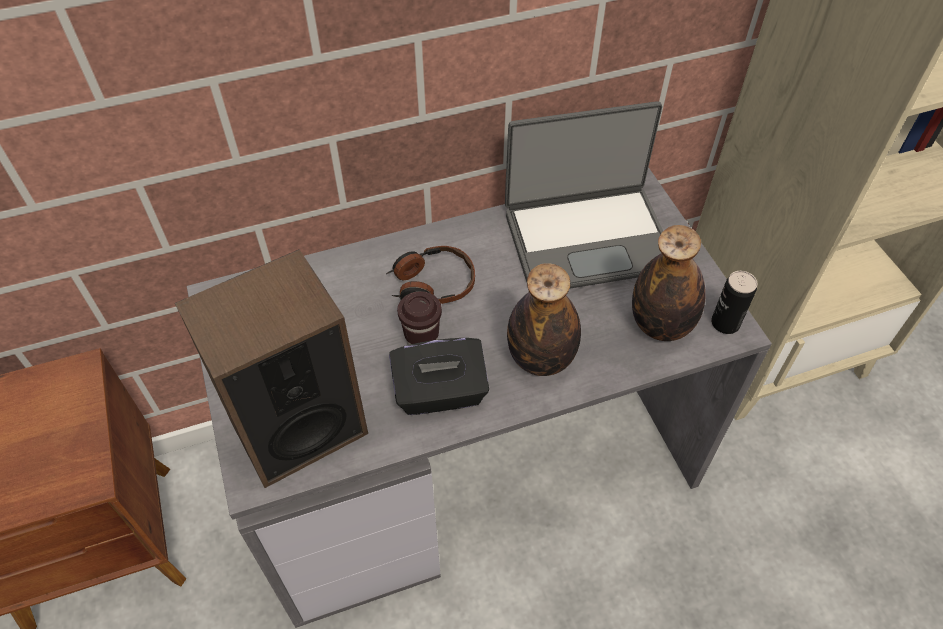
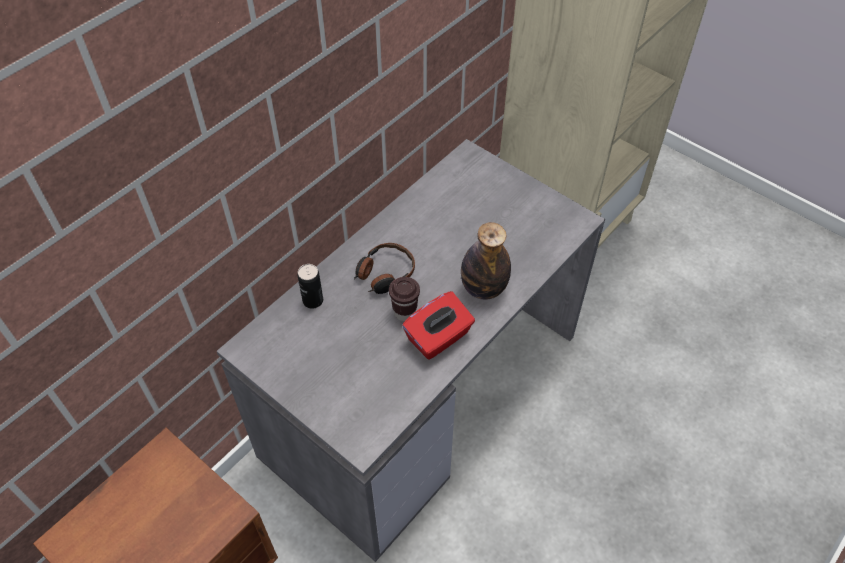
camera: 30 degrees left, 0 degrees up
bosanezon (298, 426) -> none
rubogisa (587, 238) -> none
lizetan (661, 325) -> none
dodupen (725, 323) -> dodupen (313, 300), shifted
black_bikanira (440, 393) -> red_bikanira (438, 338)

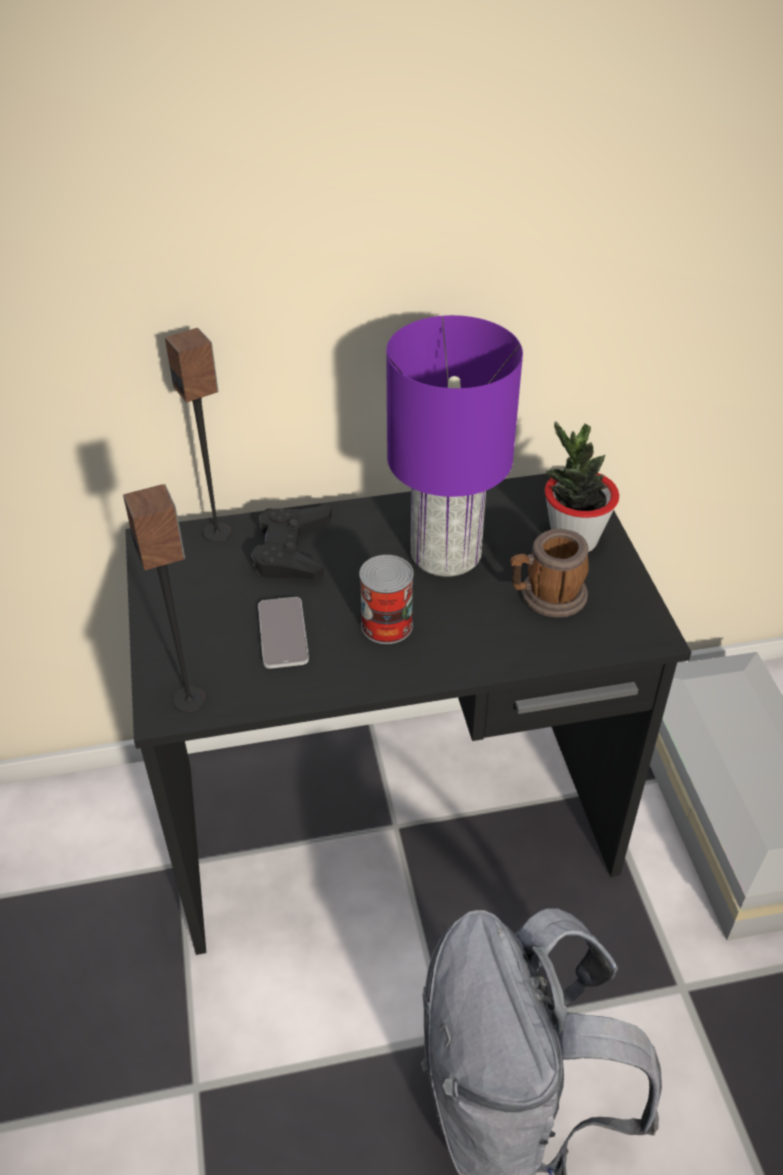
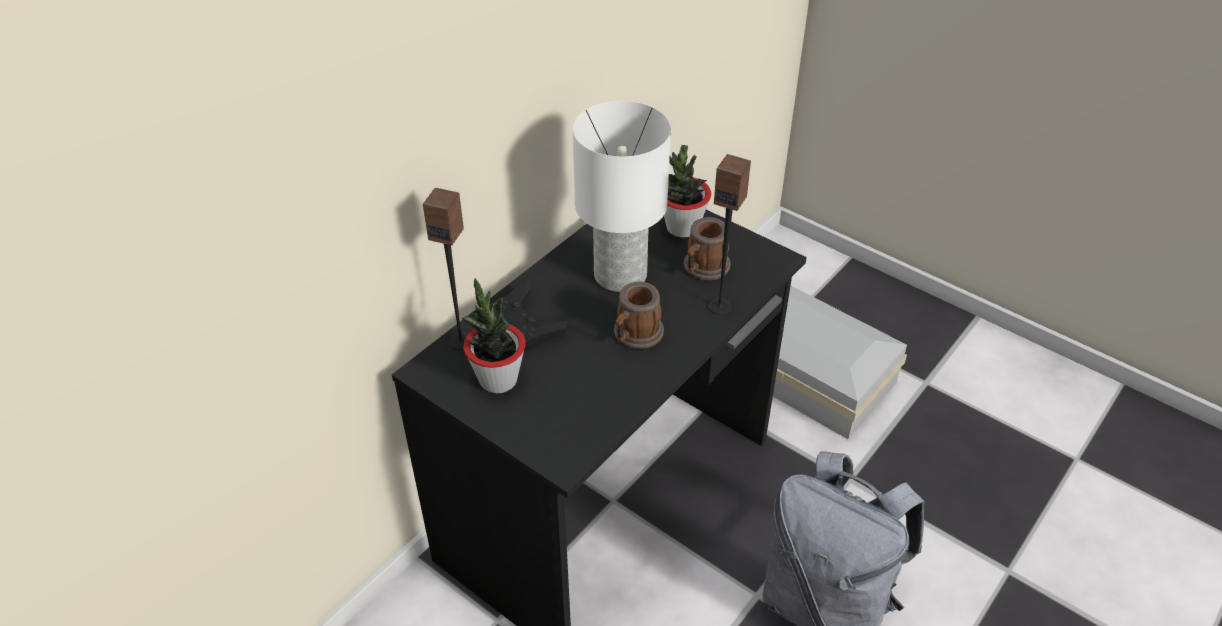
camera: 40 degrees left, 0 degrees up
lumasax (283, 633) -> none
none -> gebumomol (498, 379)
bosanezon (190, 699) -> bosanezon (719, 306), shifted
dodupen (386, 625) -> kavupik (635, 335)
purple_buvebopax (447, 552) -> white_buvebopax (620, 274)

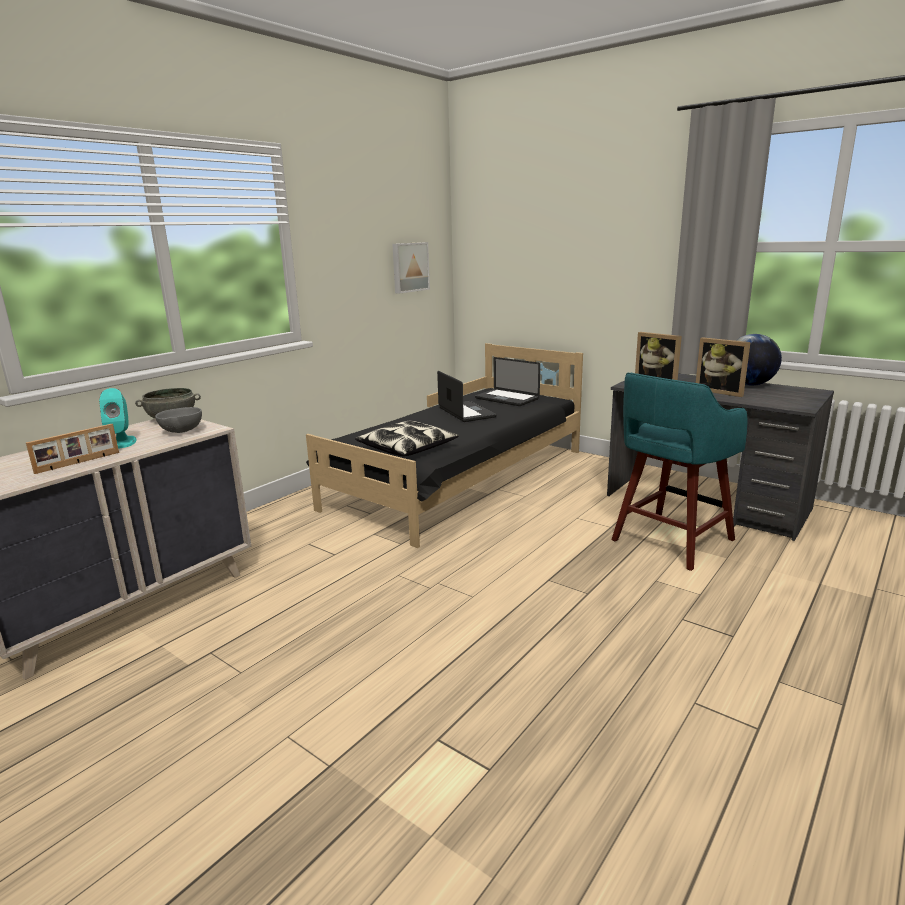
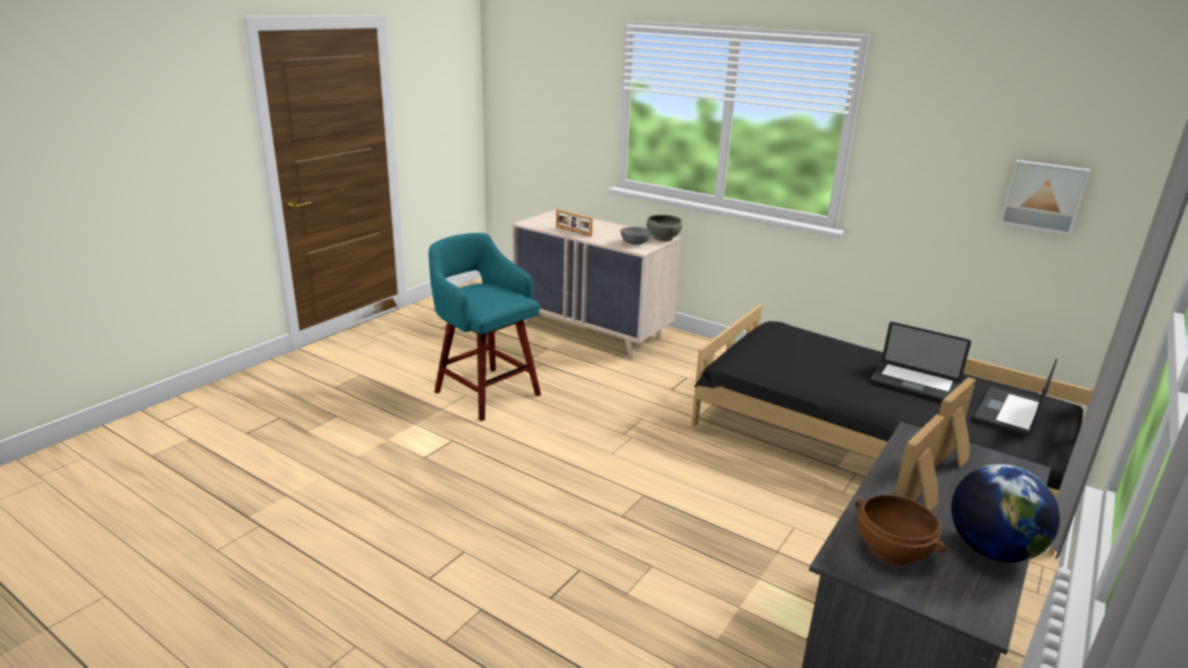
camera: 85 degrees right, 5 degrees up
turquoise_bosanezon (122, 442) -> none
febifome (407, 448) -> none
none -> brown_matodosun (891, 551)
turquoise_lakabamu (670, 541) -> turquoise_lakabamu (485, 392), shifted
rubogisa (466, 412) -> rubogisa (914, 384), 60 degrees clockwise

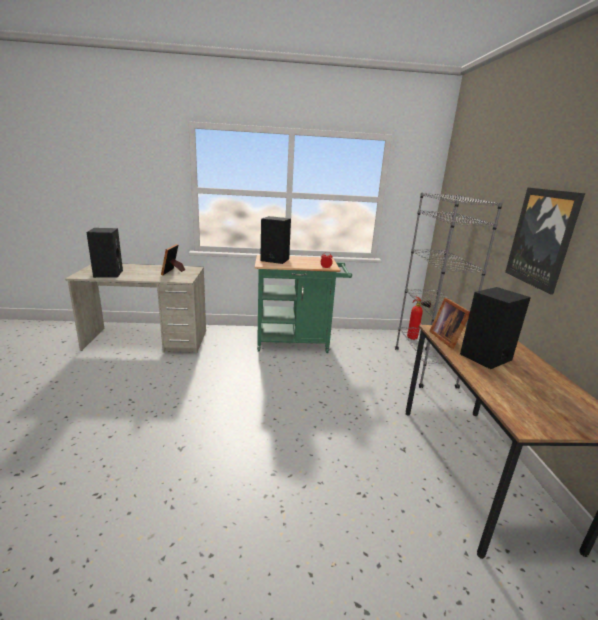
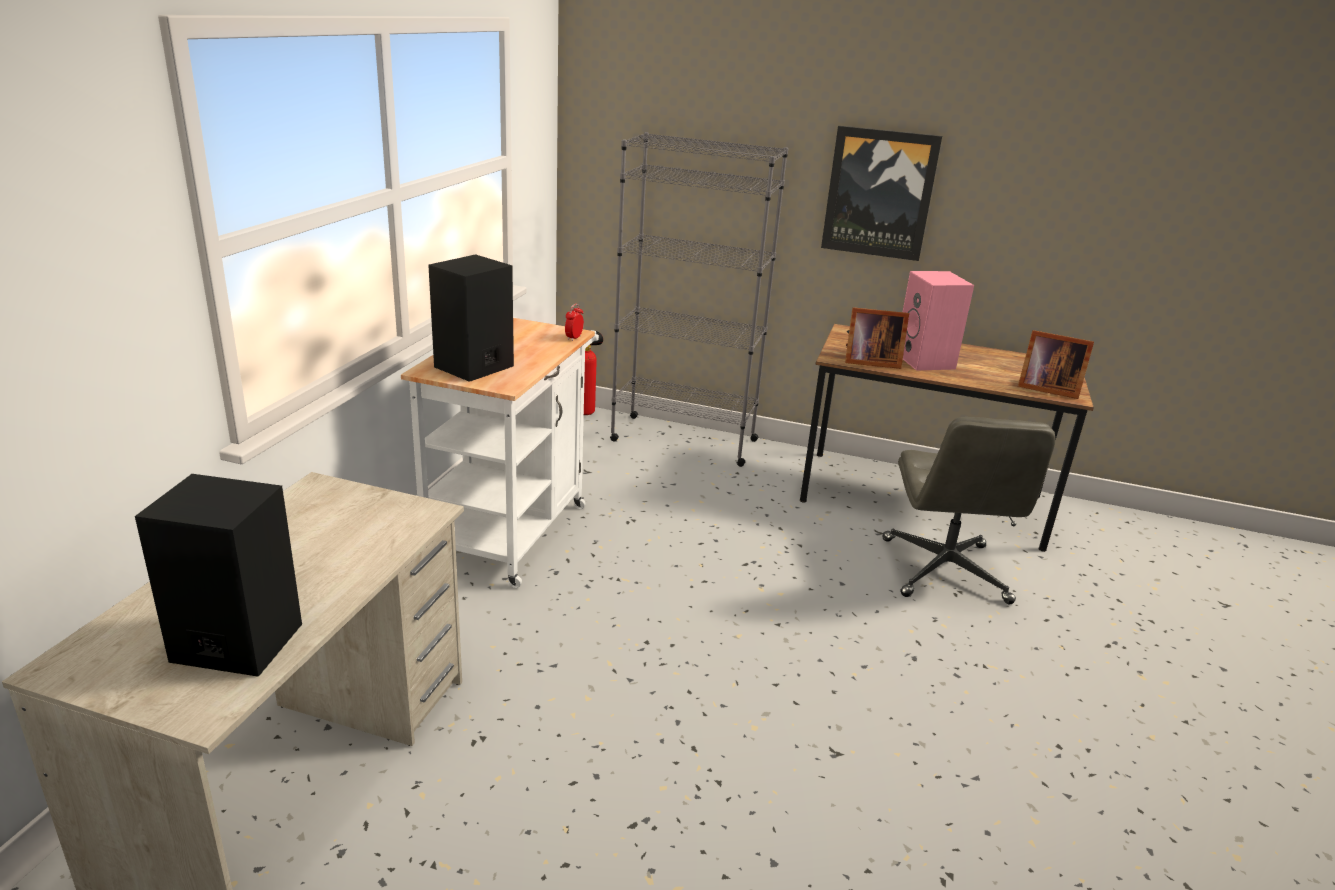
camera: 70 degrees left, 5 degrees up
none -> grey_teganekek (945, 571)
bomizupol (173, 272) -> bomizupol (1045, 388), shifted
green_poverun (297, 342) -> white_poverun (513, 528)
black_bosanezon (486, 358) -> pink_bosanezon (926, 361)

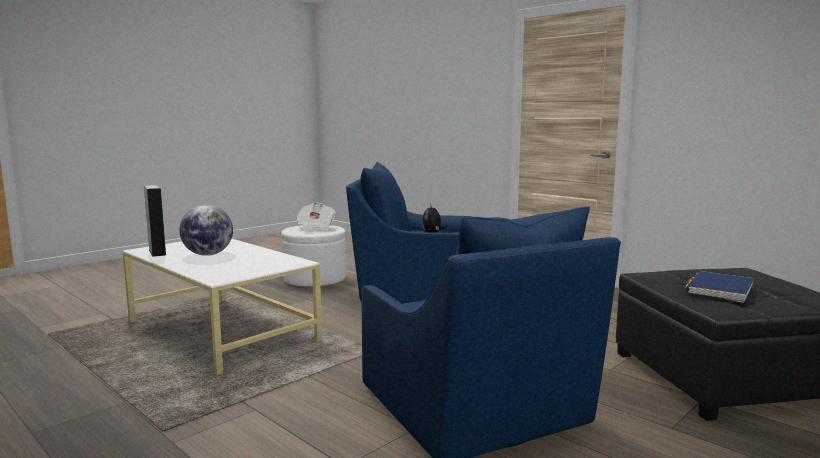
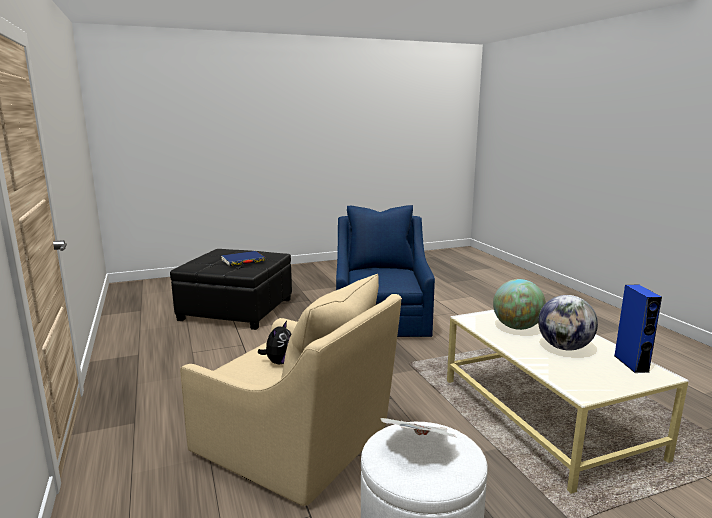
camera: 155 degrees left, 5 degrees up
none -> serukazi (517, 327)
grey_bosanezon (157, 252) -> blue_bosanezon (631, 363)
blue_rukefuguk (414, 291) -> beige_rukefuguk (297, 445)

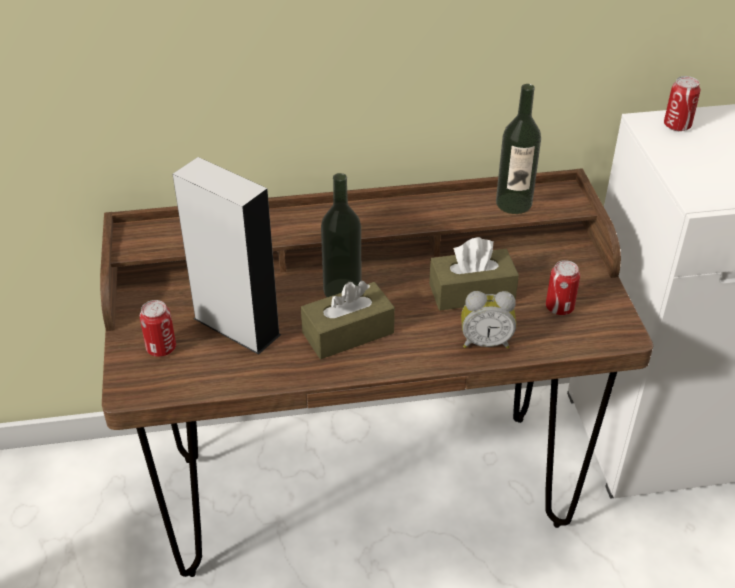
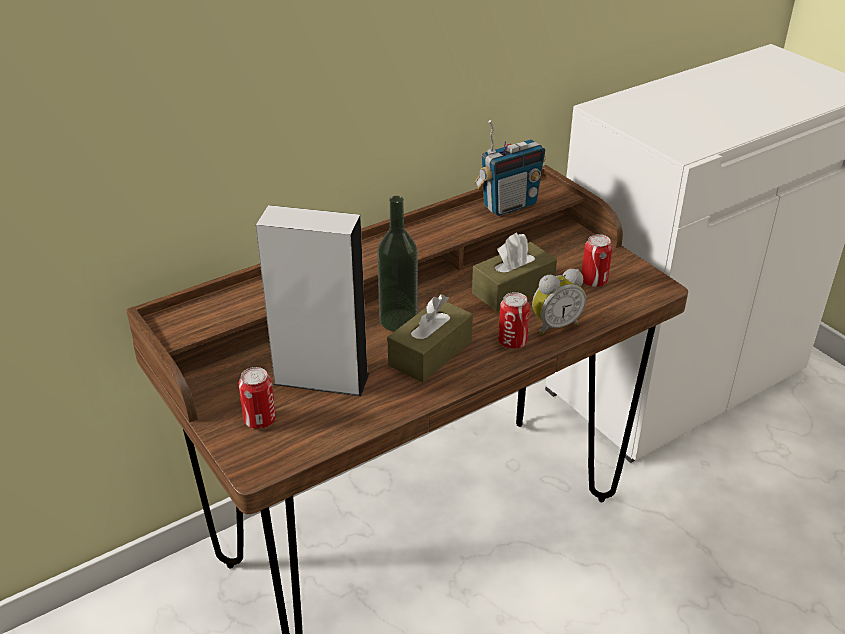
camera: 25 degrees left, 5 degrees down
dodupen (677, 125) -> dodupen (512, 342), shifted
lizetan (513, 203) -> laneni (509, 205)

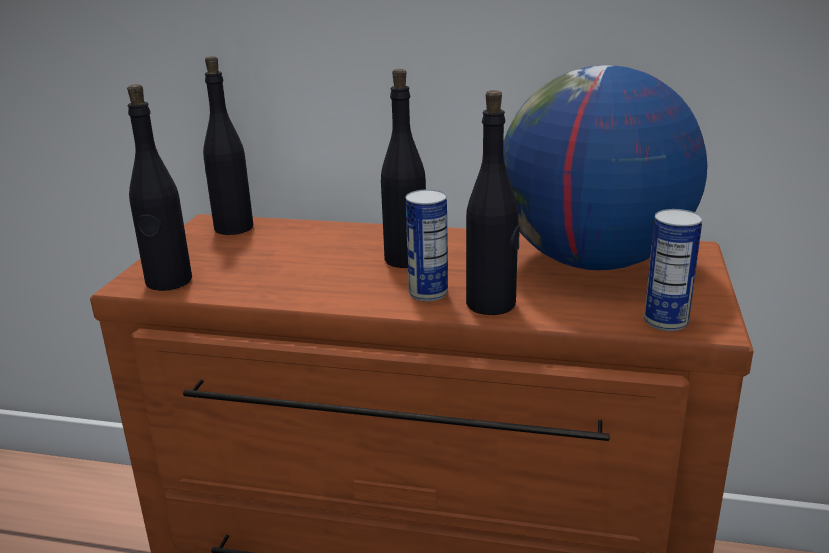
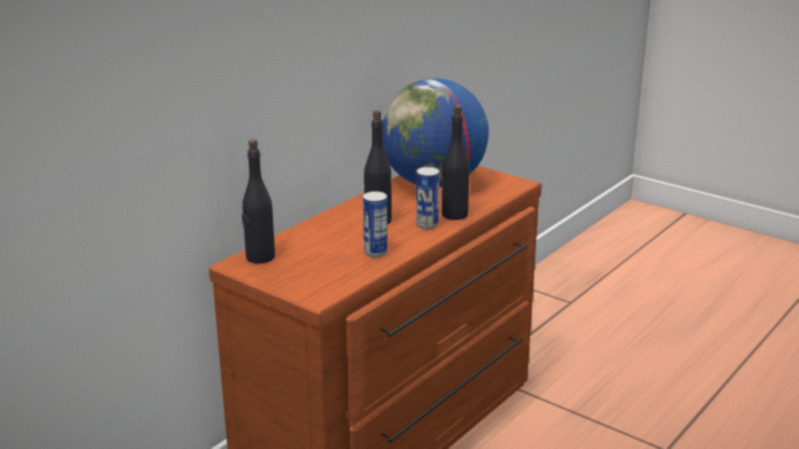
camera: 65 degrees left, 0 degrees up
black_lizetan (168, 282) -> none
dodupen (665, 322) -> dodupen (375, 252), shifted

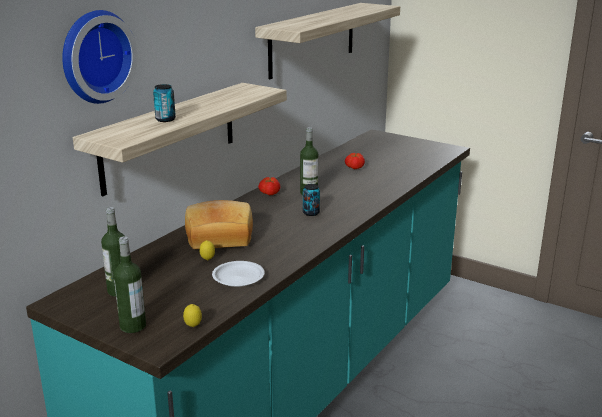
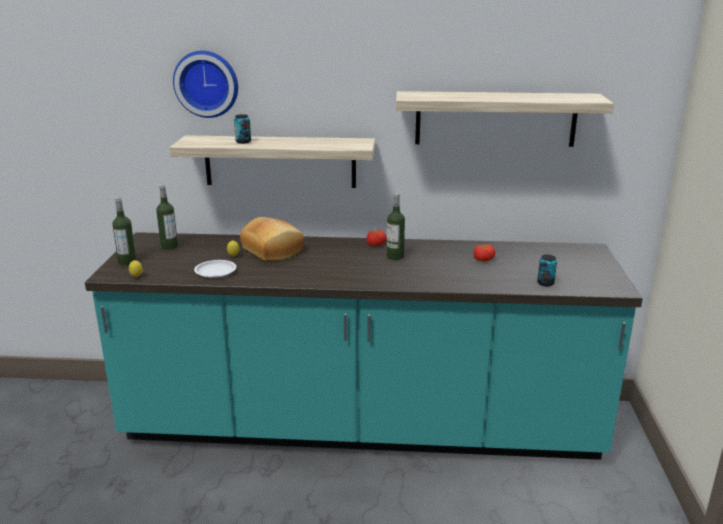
camera: 60 degrees right, 0 degrees up
dodupen (311, 213) -> dodupen (545, 283), shifted

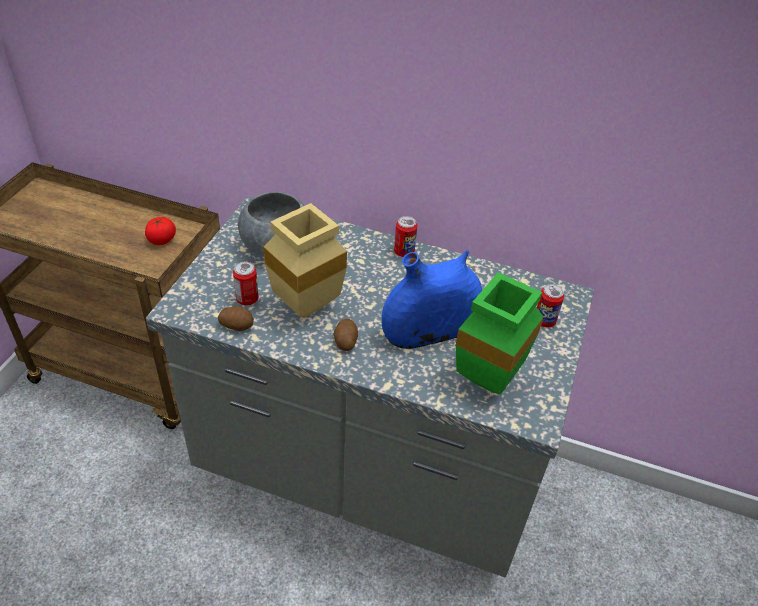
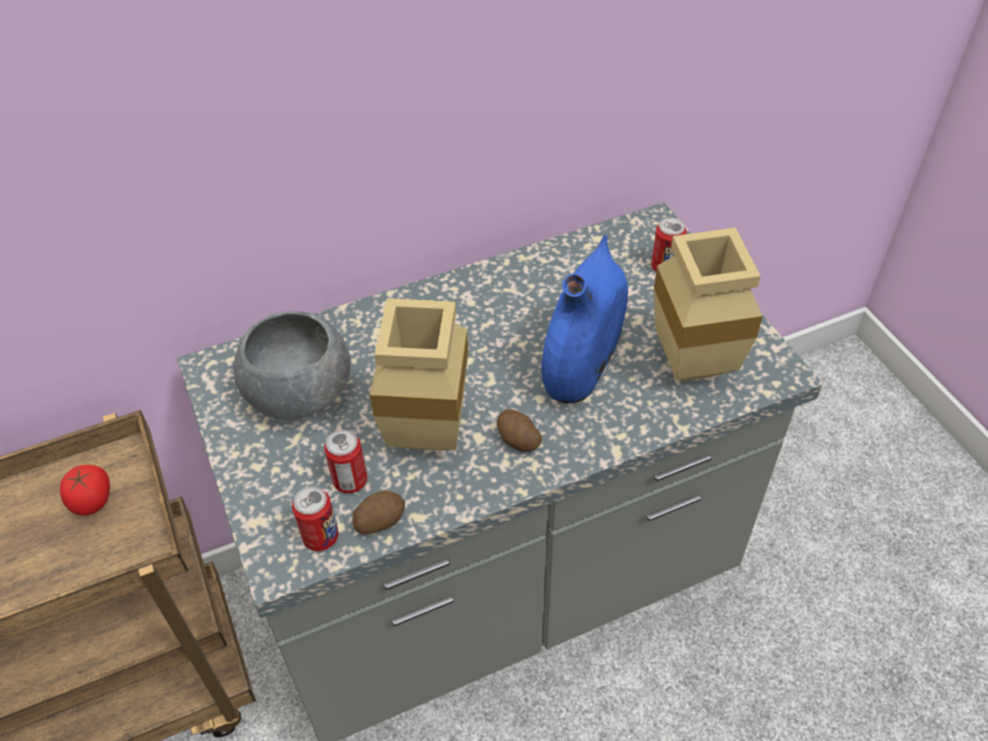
camera: 40 degrees left, 5 degrees up
dodupen (404, 252) -> dodupen (321, 537), shifted
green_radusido (487, 376) -> beige_radusido (688, 364)

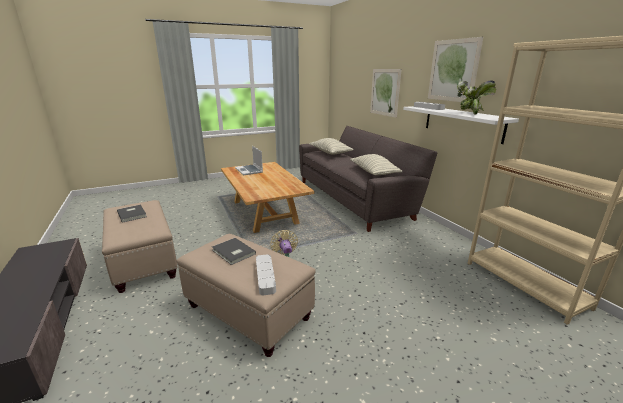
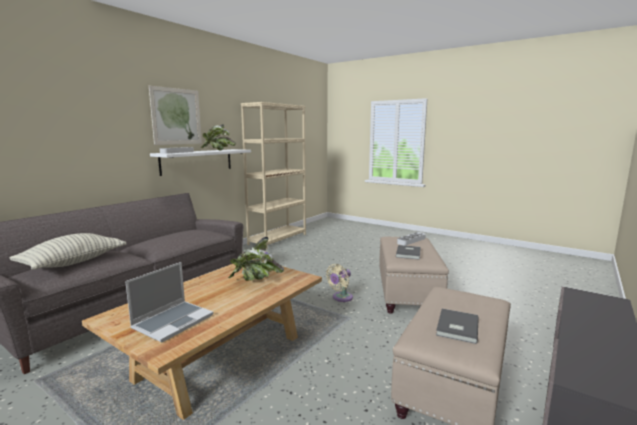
camera: 120 degrees left, 10 degrees down
febifome (374, 172) -> none
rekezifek (385, 92) -> none
none -> gebumomol (255, 281)

